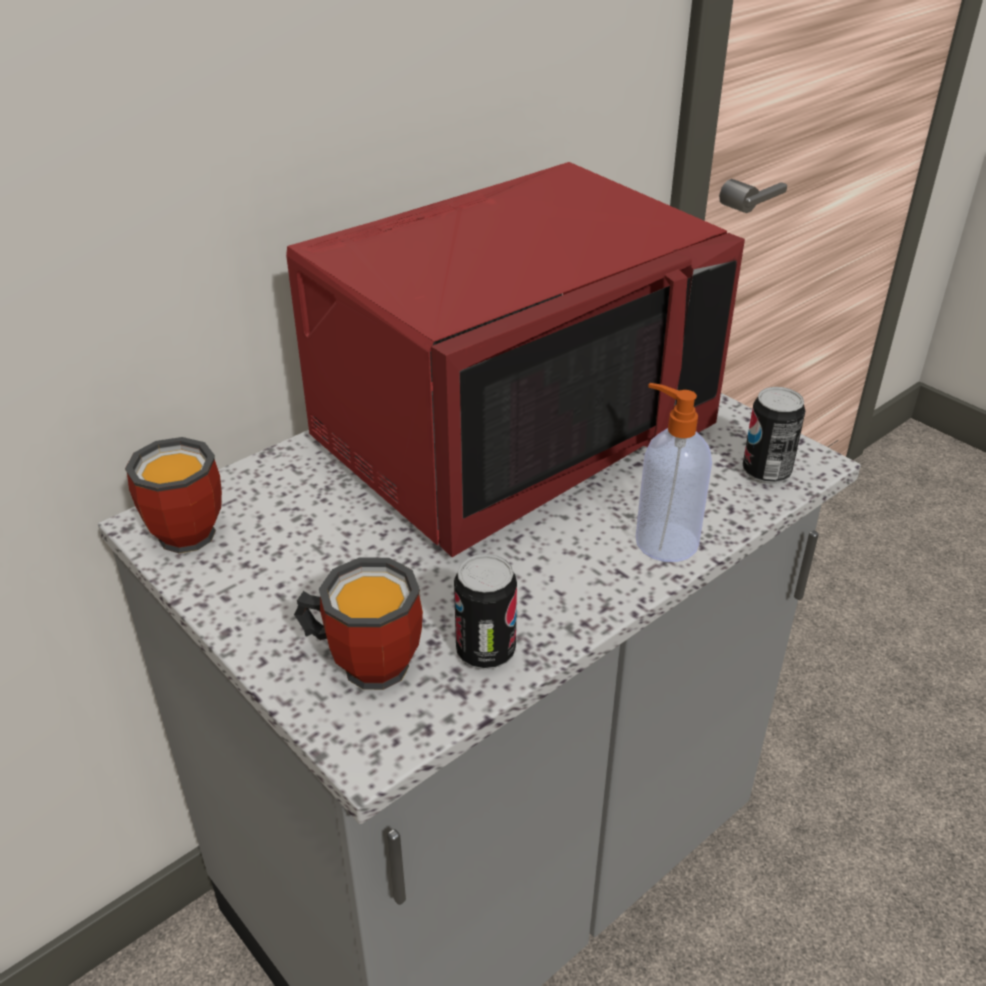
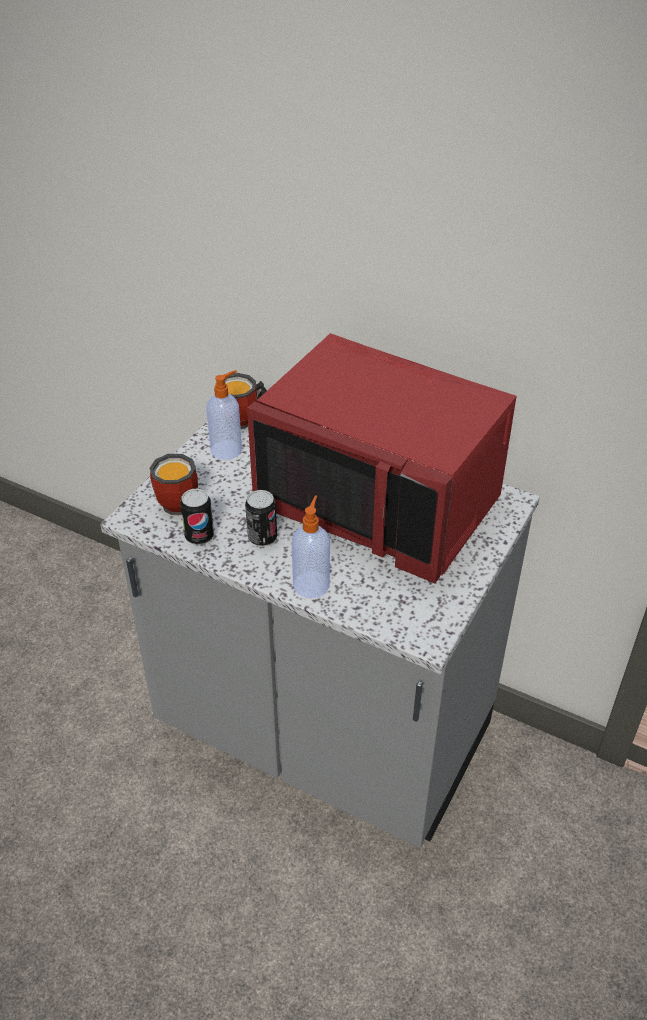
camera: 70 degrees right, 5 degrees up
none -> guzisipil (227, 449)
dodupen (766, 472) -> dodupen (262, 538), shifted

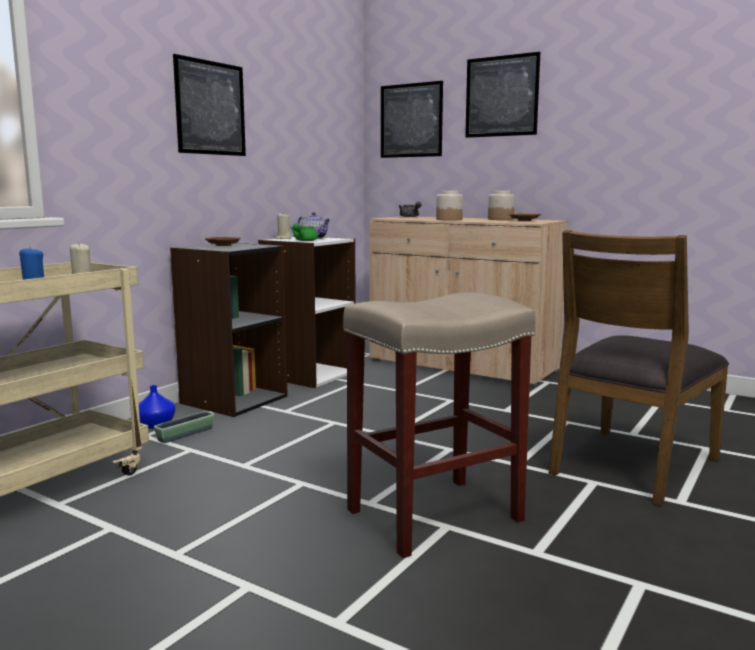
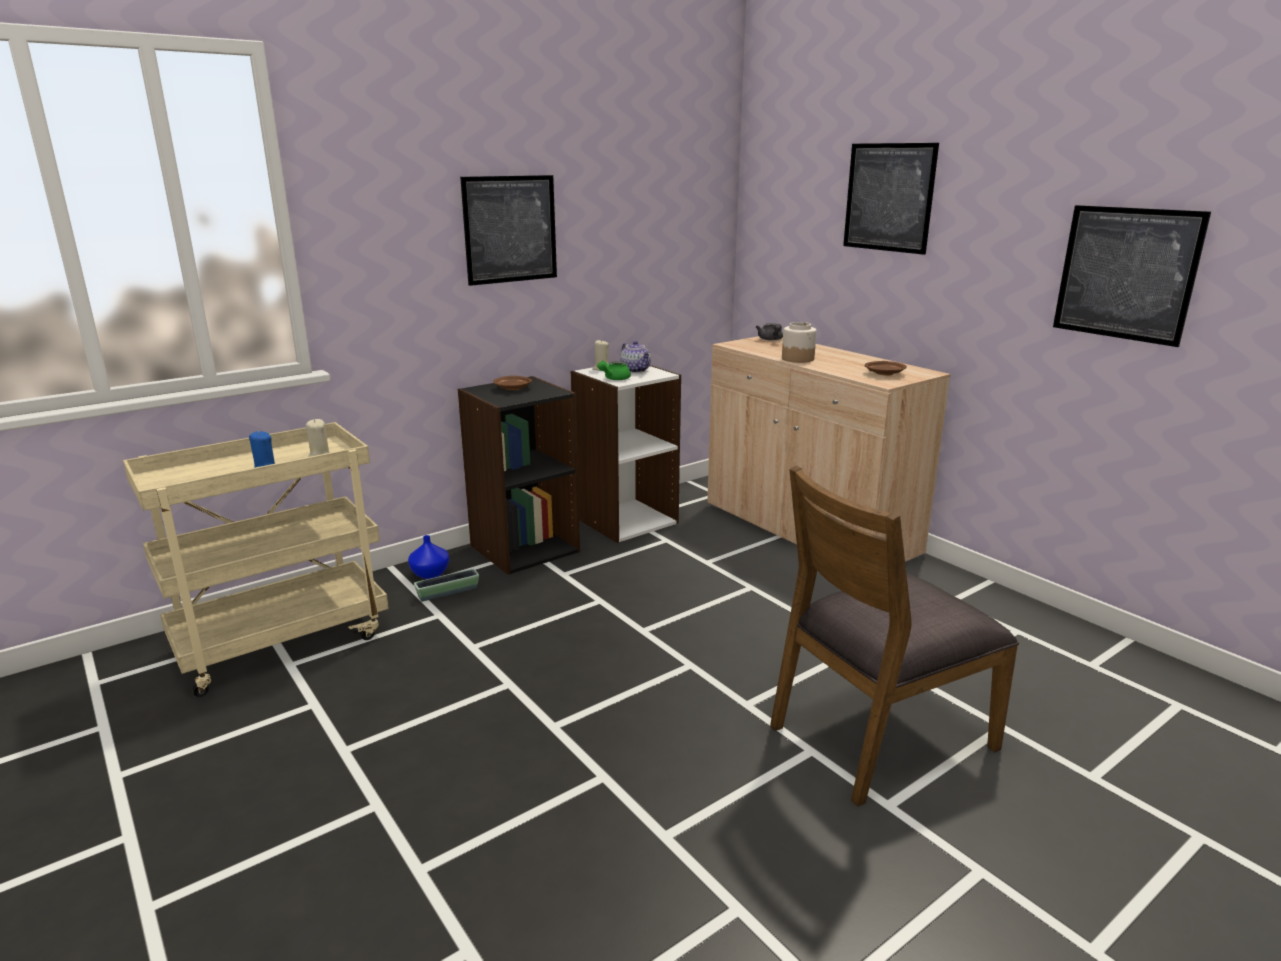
camera: 20 degrees right, 10 degrees up
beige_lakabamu (435, 514) -> none
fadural (500, 219) -> none
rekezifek (411, 120) -> rekezifek (1126, 274), shifted

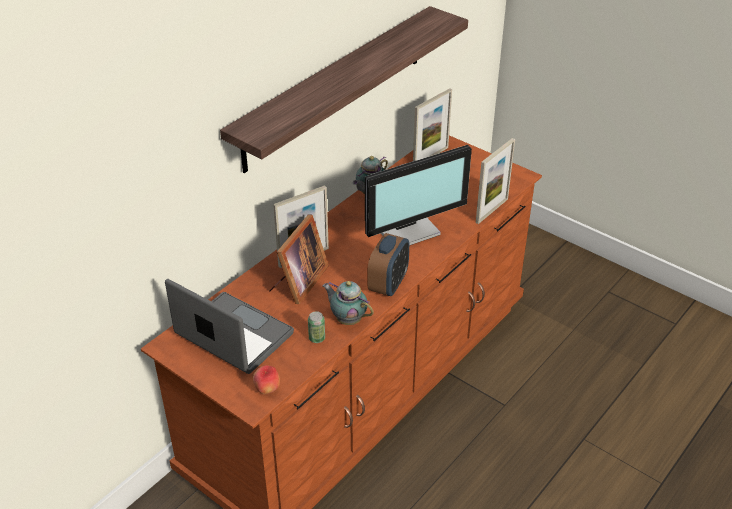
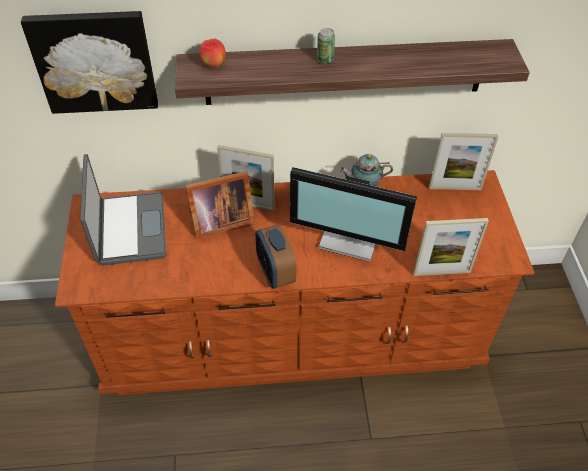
camera: 45 degrees right, 10 degrees up
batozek (347, 319) -> none
none -> rekezifek (94, 61)
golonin (267, 389) -> golonin (213, 65), shifted
dodupen (317, 338) -> dodupen (325, 59), shifted
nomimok (388, 284) -> nomimok (275, 272), 90 degrees clockwise

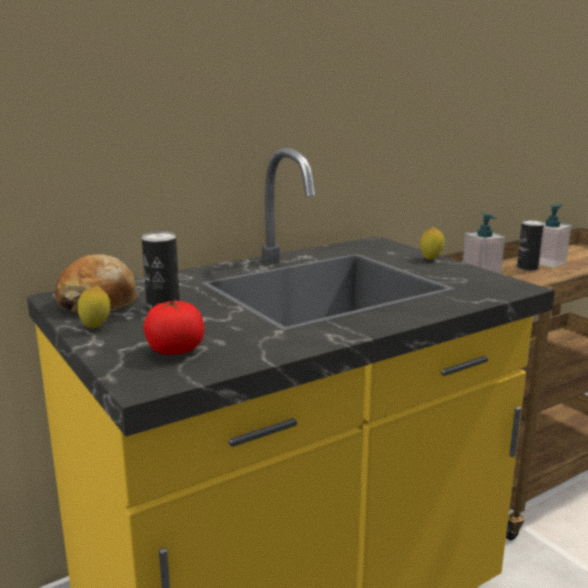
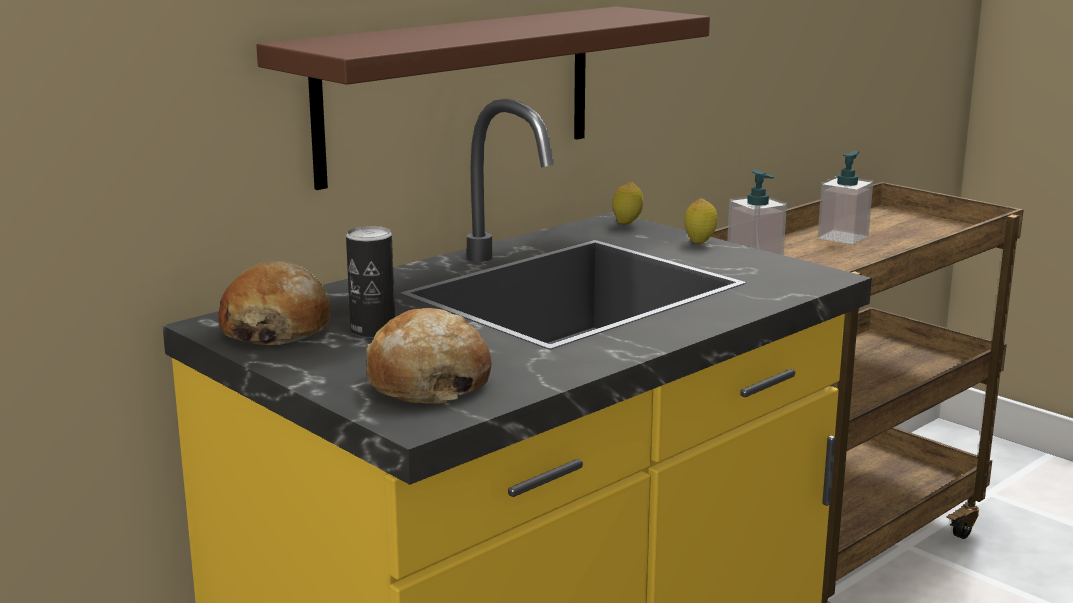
camera: 10 degrees left, 0 degrees up
dodupen (527, 268) -> none
none -> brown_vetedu (458, 93)
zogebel (96, 328) -> zogebel (627, 224), shifted
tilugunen (175, 351) -> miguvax (427, 382)

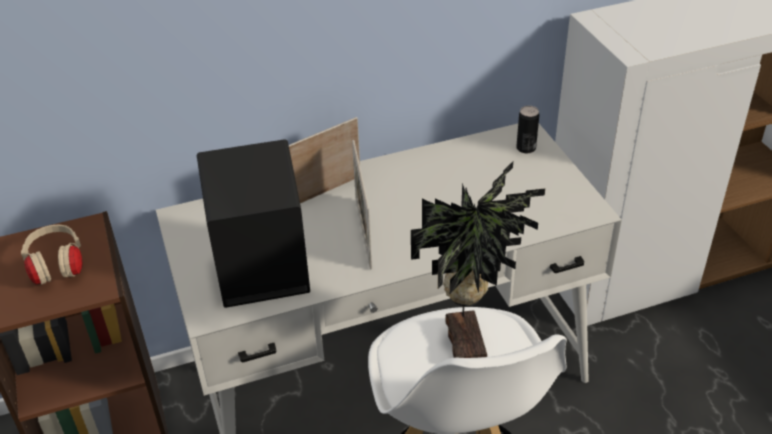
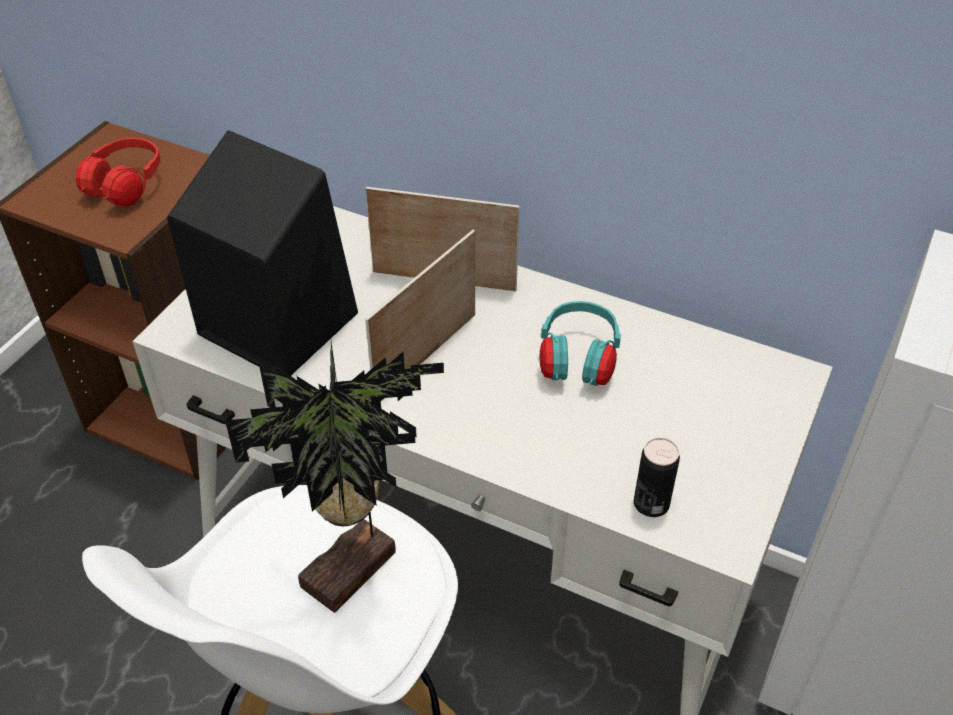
camera: 45 degrees right, 5 degrees up
none -> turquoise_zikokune (578, 362)
dodupen (526, 148) -> dodupen (651, 503), shifted
beige_zikokune (57, 267) -> red_zikokune (125, 189)

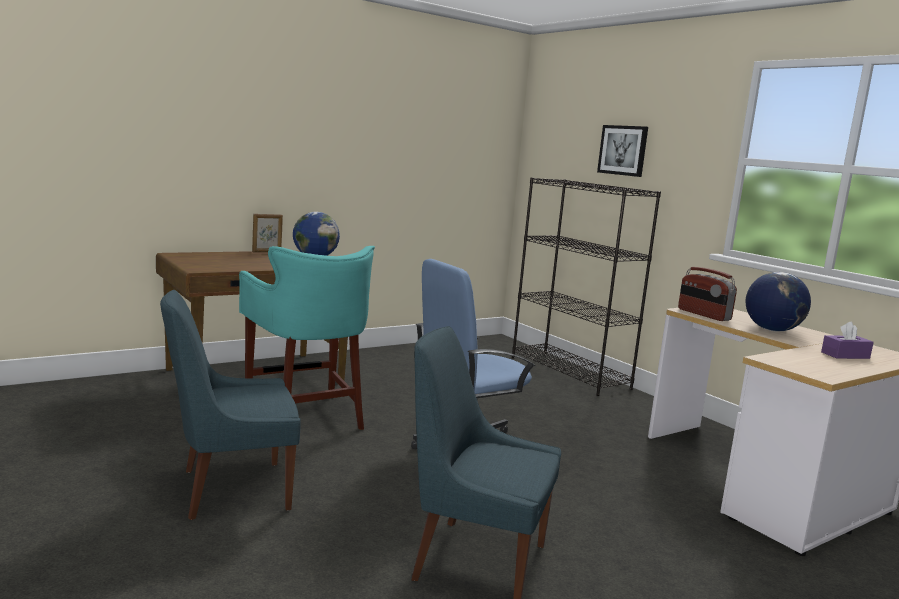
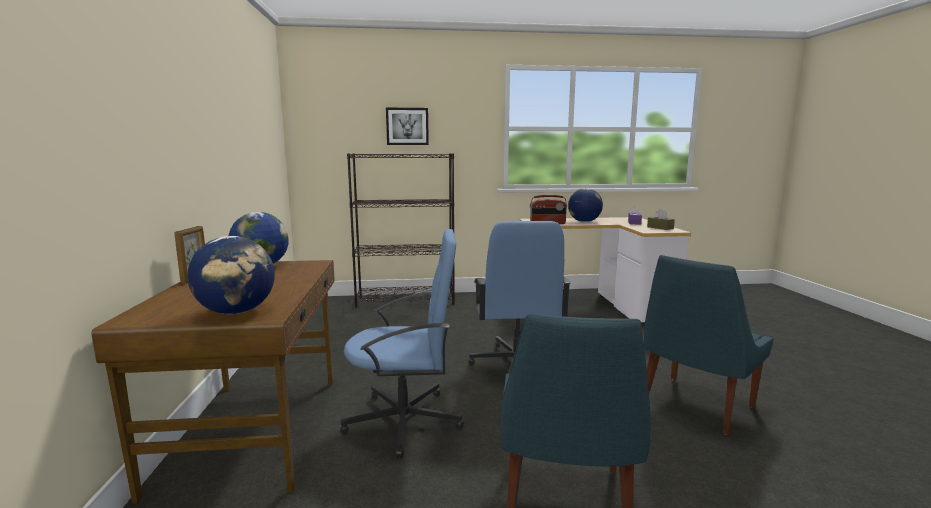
camera: 60 degrees left, 0 degrees up
none -> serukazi (237, 312)
none -> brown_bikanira (660, 228)
turquoise_lakabamu (305, 417) -> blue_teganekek (405, 421)

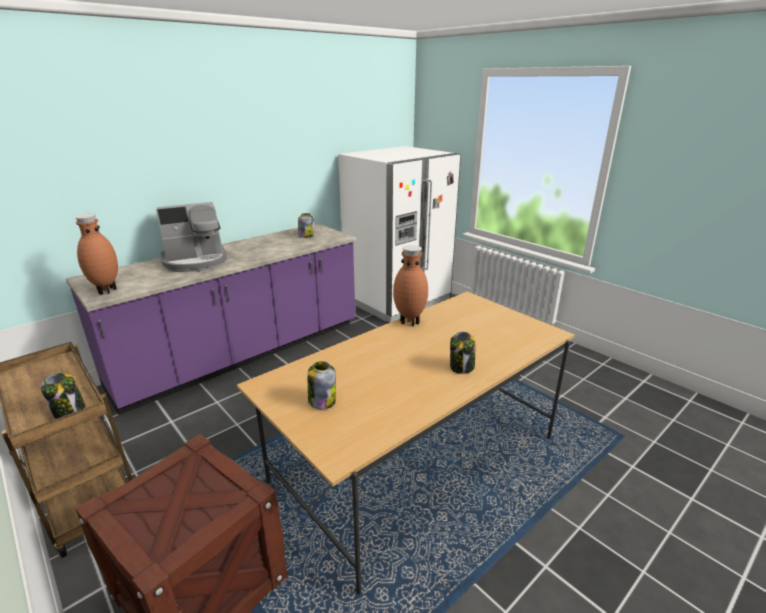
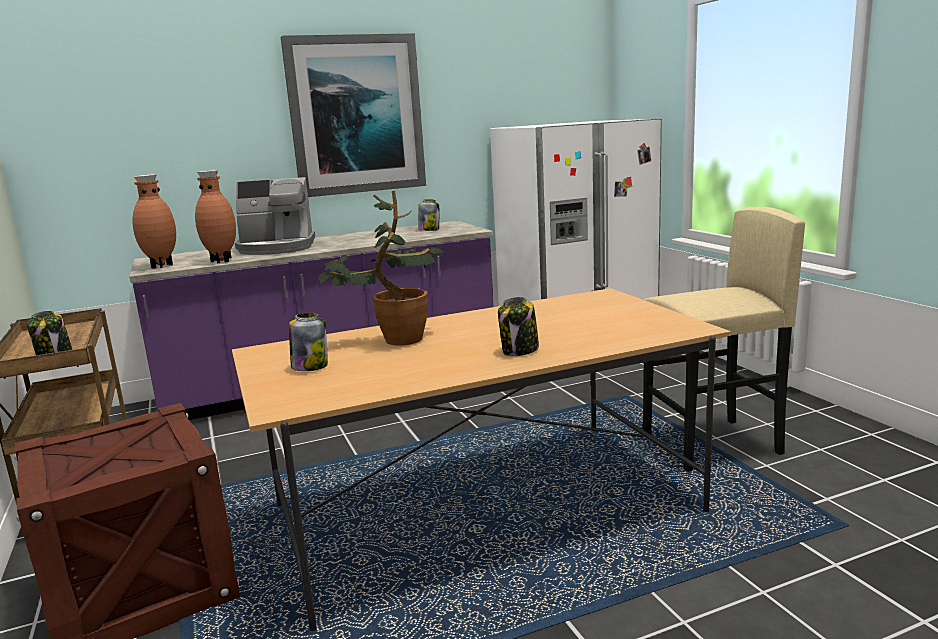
camera: 20 degrees right, 10 degrees down
none -> rekezifek (356, 115)
none -> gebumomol (394, 340)
none -> beige_lakabamu (712, 445)
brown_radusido (410, 321) -> brown_radusido (222, 261), shifted

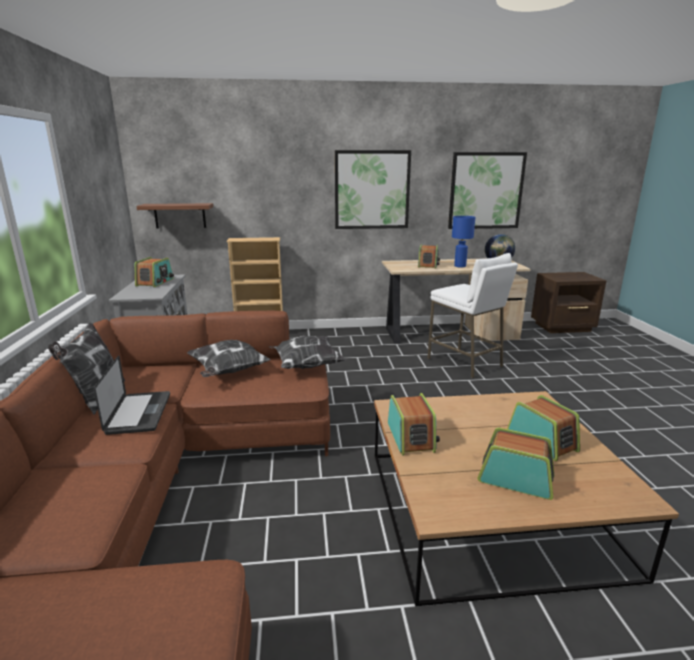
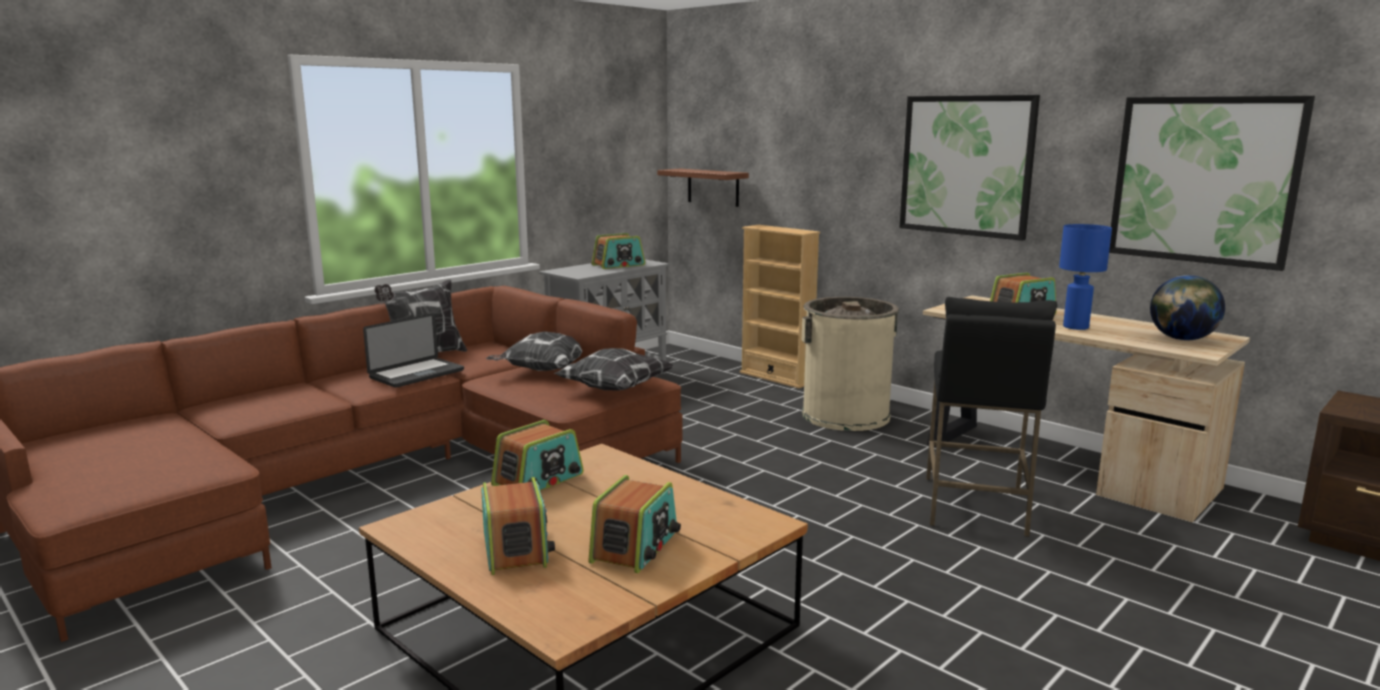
camera: 50 degrees right, 5 degrees down
none -> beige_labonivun (845, 415)
white_lakabamu (465, 362) -> black_lakabamu (975, 506)

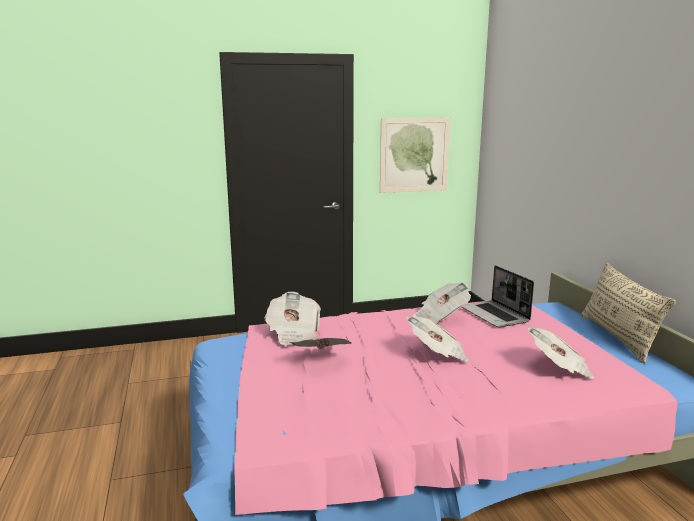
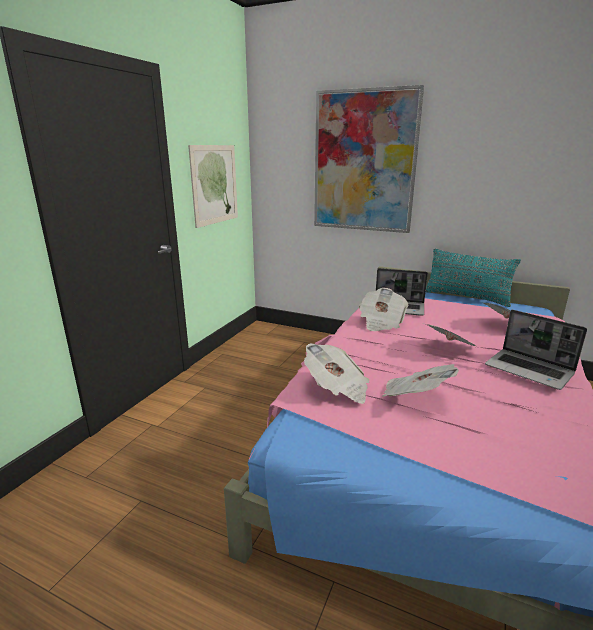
camera: 50 degrees left, 5 degrees up
none -> rekezifek (364, 162)
none -> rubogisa (530, 370)
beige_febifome (617, 337) -> turquoise_febifome (466, 297)

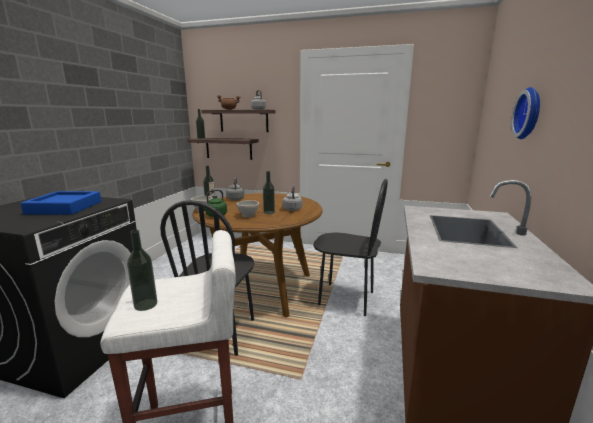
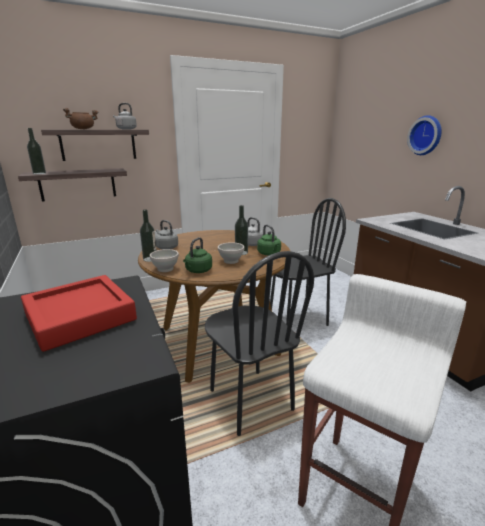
camera: 40 degrees left, 5 degrees up
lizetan (145, 304) -> none
none -> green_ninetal (269, 254)
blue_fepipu (65, 207) -> red_fepipu (80, 316)

